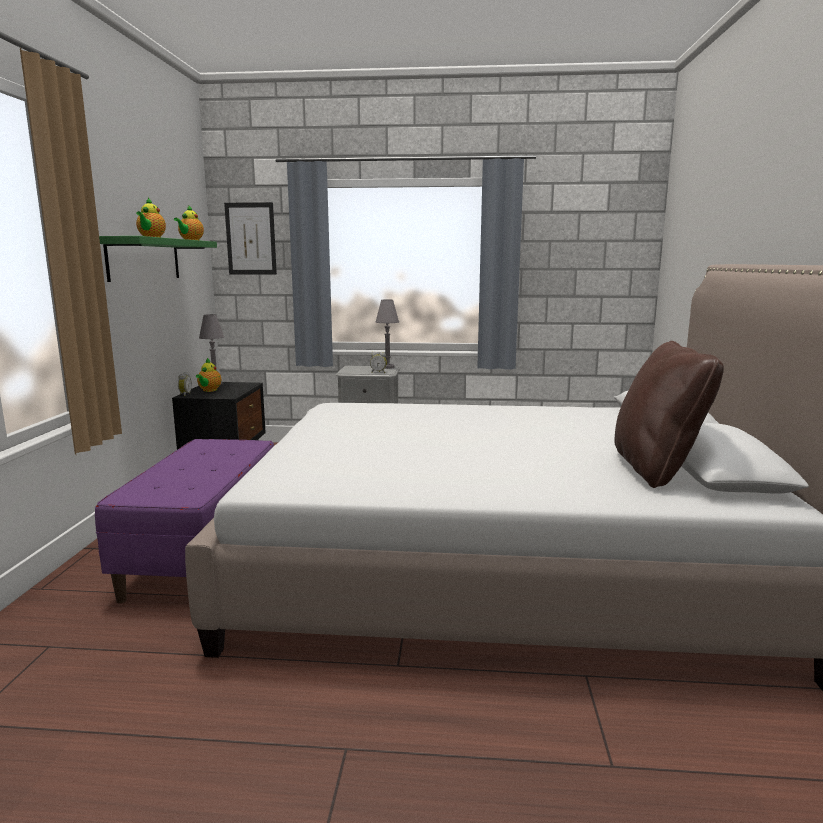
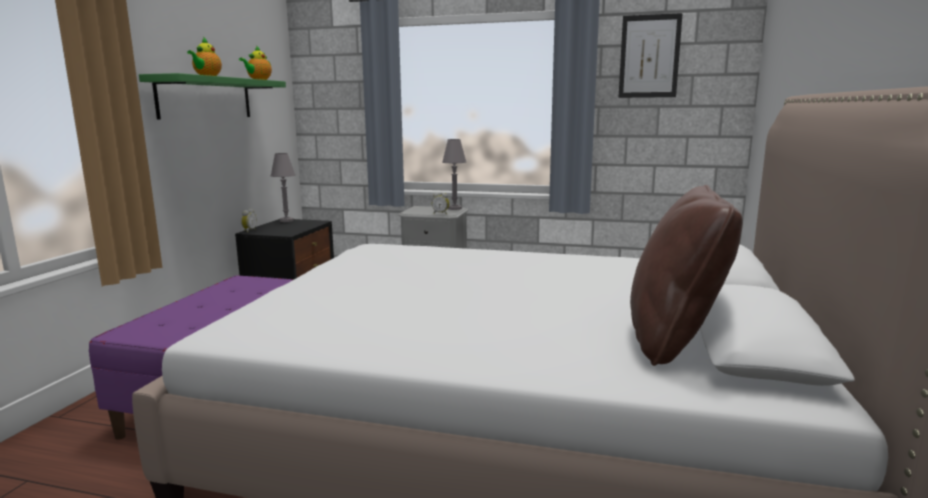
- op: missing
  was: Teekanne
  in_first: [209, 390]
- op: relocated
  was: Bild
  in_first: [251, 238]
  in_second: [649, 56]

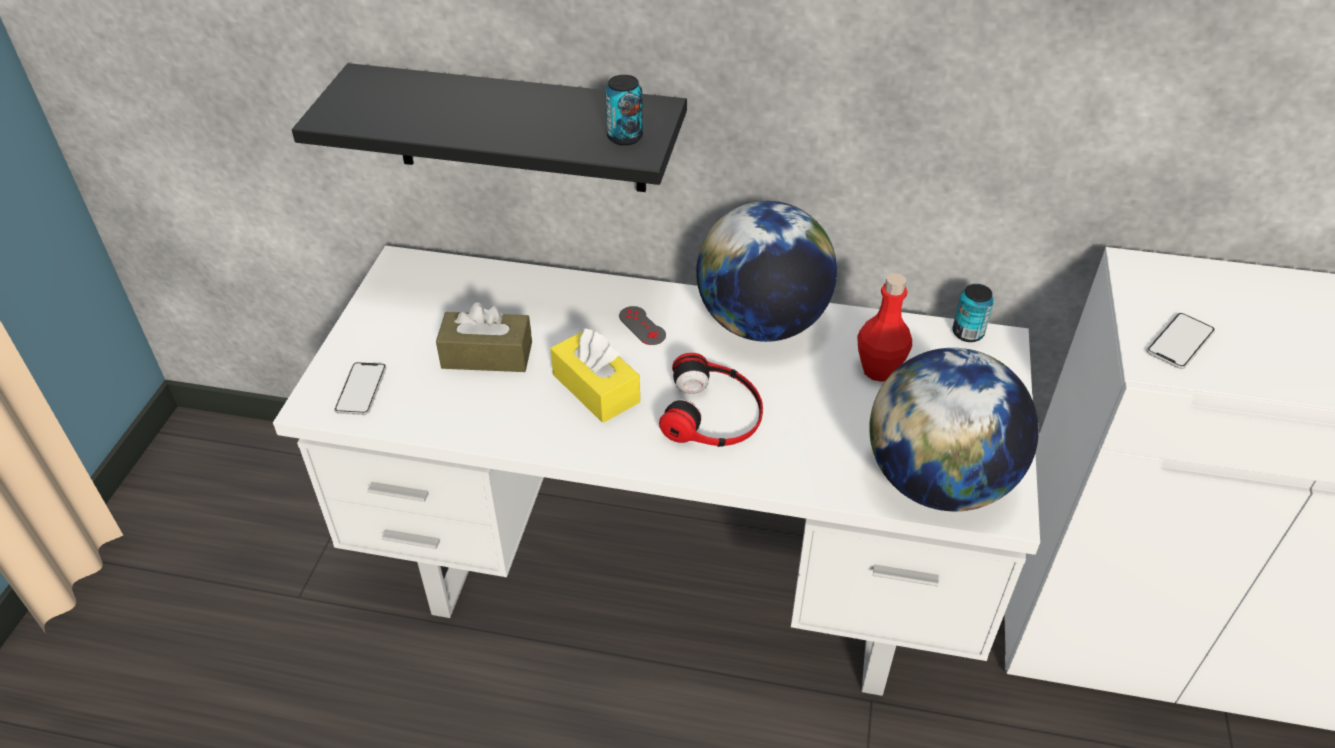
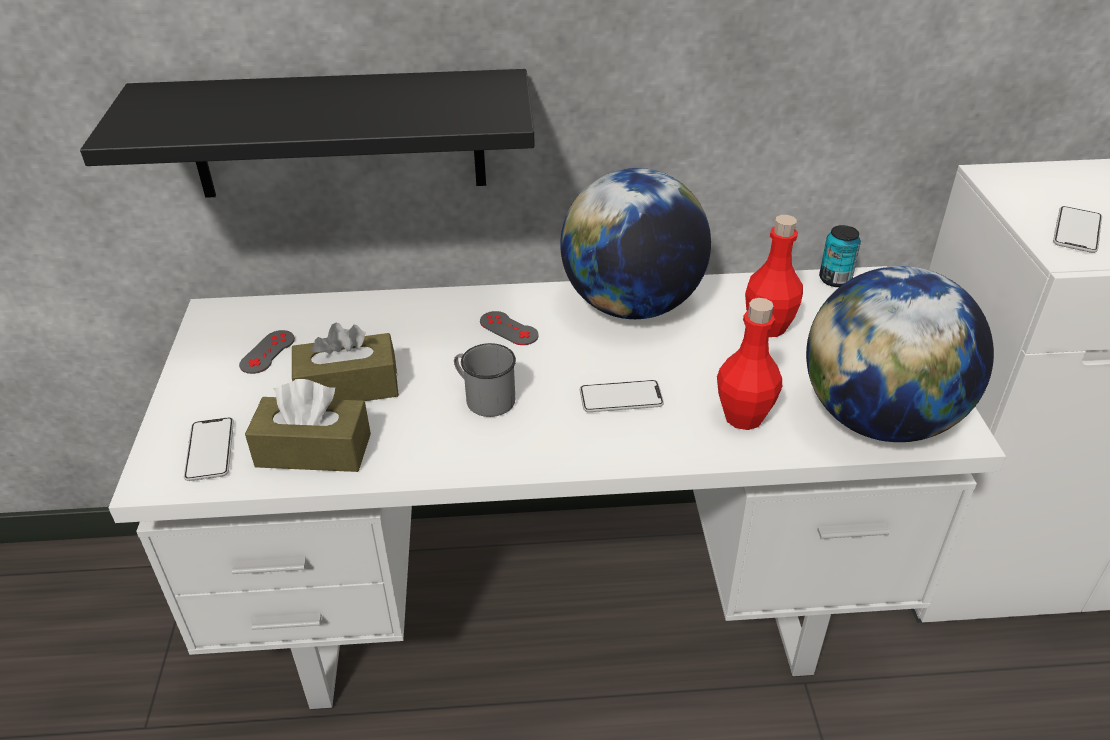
- op: exchanged
  was: Taschentuchbox (gelb)
  now: Henkelbecher (grau)
  in_first: [596, 388]
  in_second: [484, 398]
- op: missing
  was: Dose
  in_first: [625, 137]
- op: exchanged
  was: Kopfhörer
  now: Handy
  in_first: [713, 412]
  in_second: [621, 398]
- op: appeared
  now: Gamepad (grau)
  in_second: [267, 352]
- op: appeared
  now: Taschentuchbox (braun)
  in_second: [313, 450]
- op: appeared
  now: Flasche (rot)
  in_second: [743, 417]

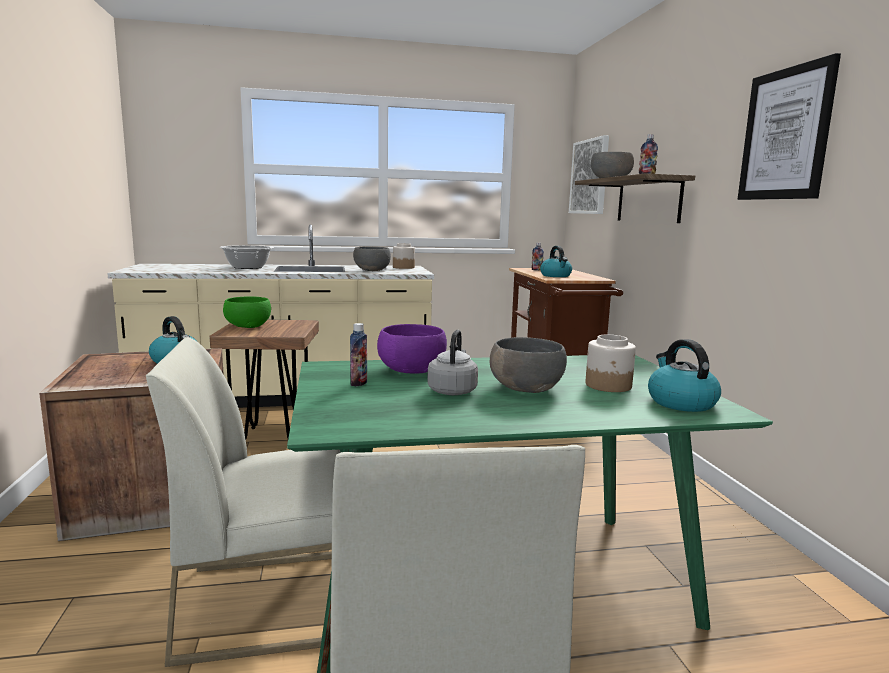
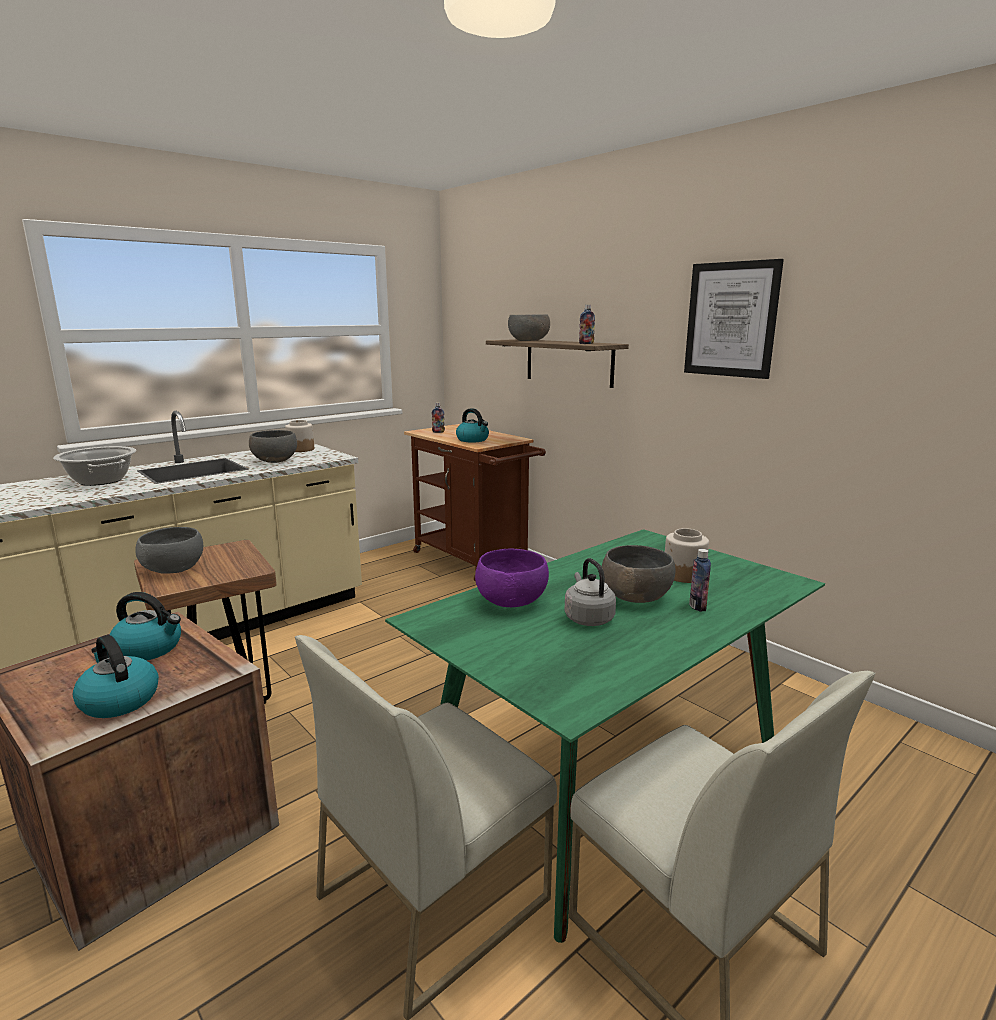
- op: colour
  was: Schüssel (grün)
  now: Schüssel (grau)
  in_first: [248, 326]
  in_second: [173, 569]
- op: relocated
  was: Flasche
  in_first: [358, 383]
  in_second: [697, 606]
- op: missing
  was: Bild
  in_first: [589, 177]
- op: relocated
  was: Wasserkessel
  in_first: [680, 402]
  in_second: [118, 700]

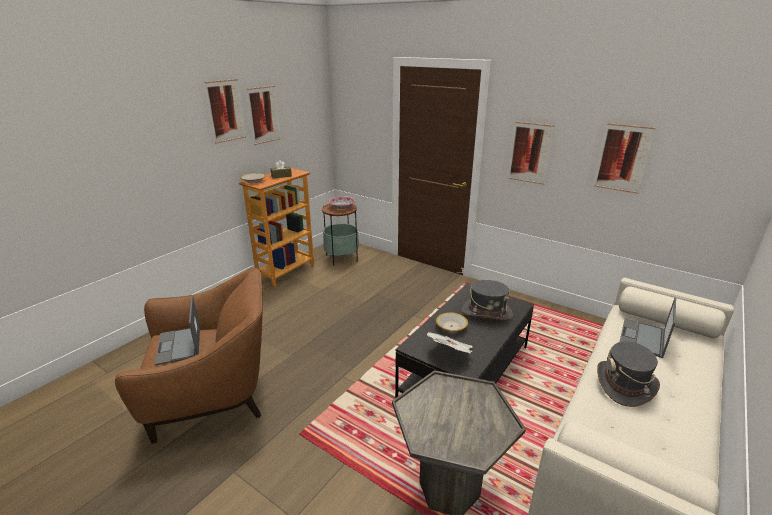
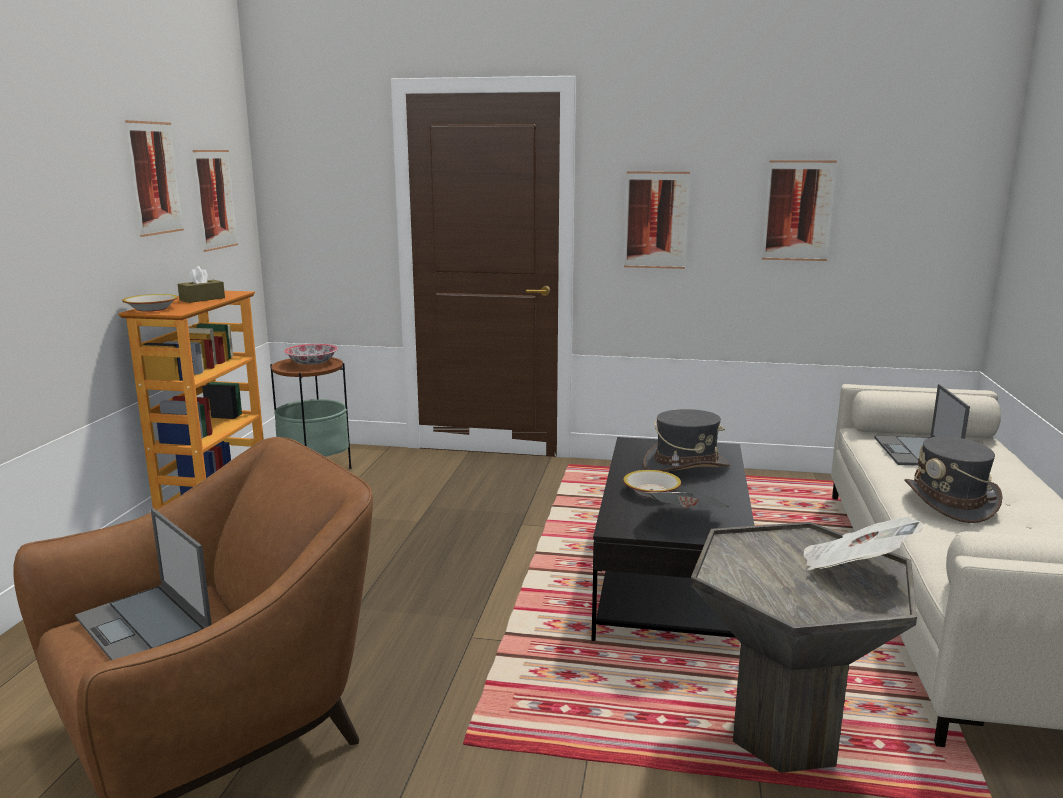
- op: relocated
  was: Bild
  in_first: [226, 111]
  in_second: [215, 199]
- op: appeared
  now: Zeitung
  in_second: [853, 569]

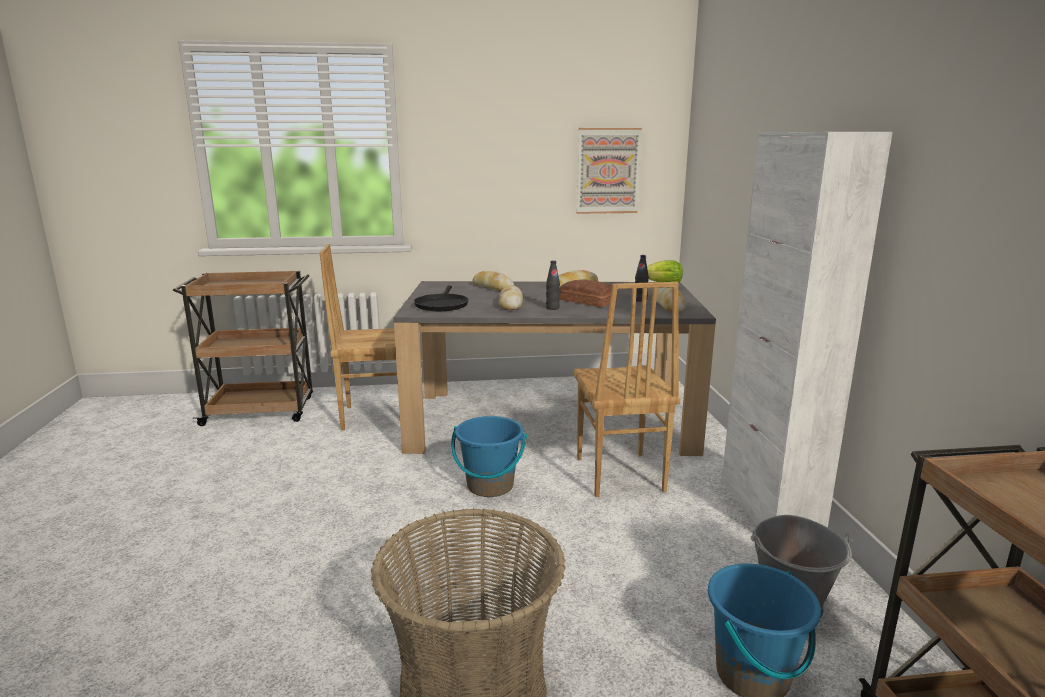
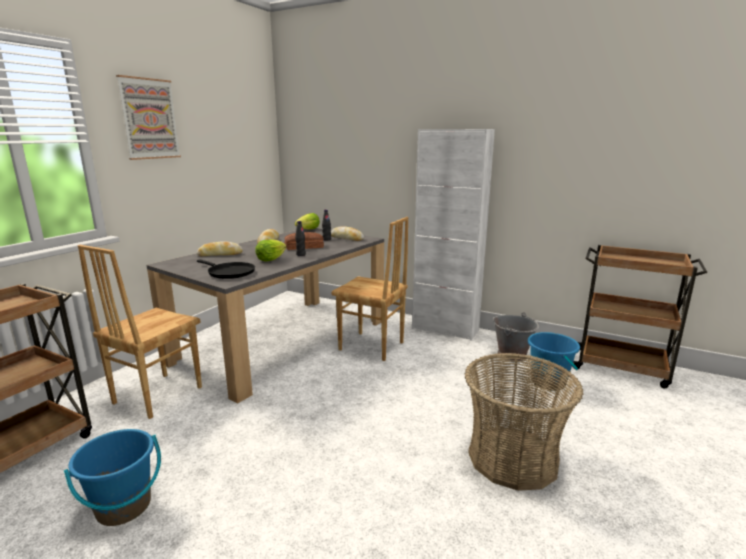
- op: relocated
  was: Eimer (blau)
  in_first: [490, 486]
  in_second: [124, 507]
- op: exchanged
  was: Brot
  now: Salatkopf
  in_first: [511, 304]
  in_second: [270, 259]
- op: relocated
  was: Bild
  in_first: [608, 171]
  in_second: [149, 119]

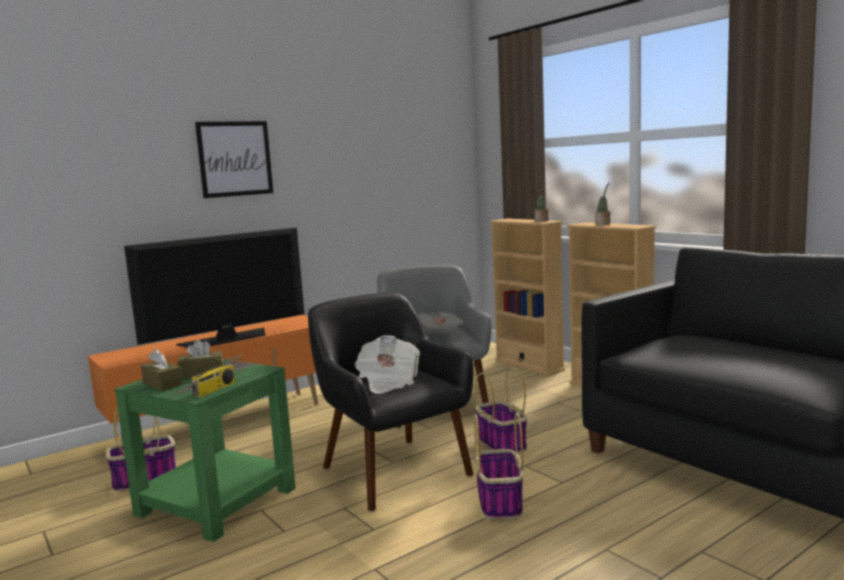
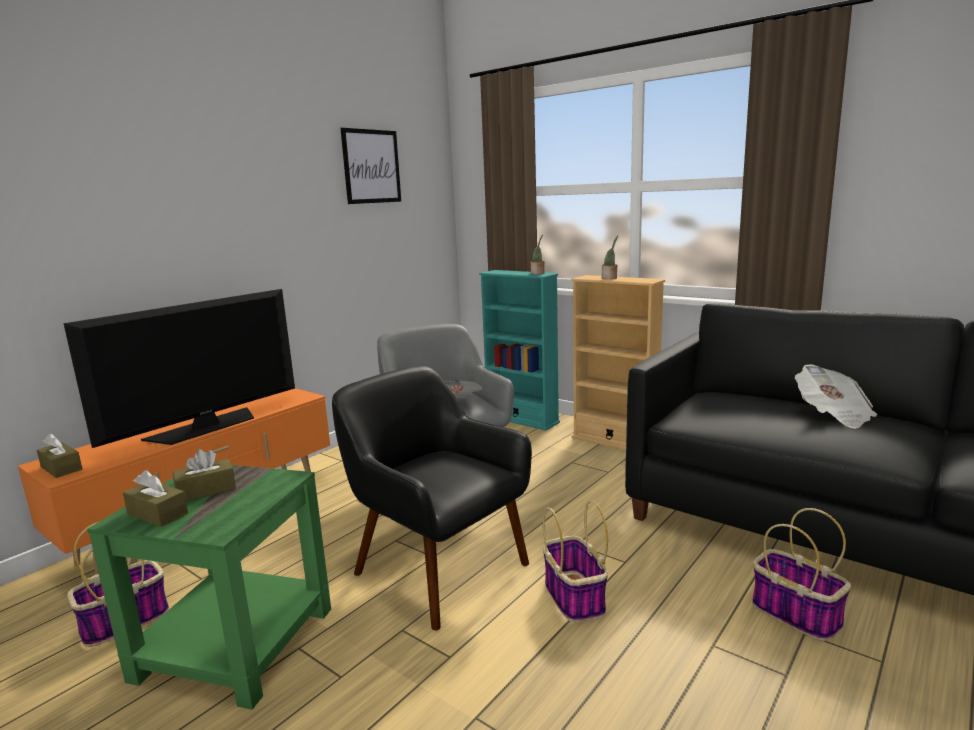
- op: missing
  was: Radio
  in_first: [214, 389]
- op: relocated
  was: Bild
  in_first: [235, 159]
  in_second: [371, 166]
- op: relocated
  was: Zeitung
  in_first: [388, 382]
  in_second: [833, 415]
- op: relocated
  was: Korb
  in_first: [501, 443]
  in_second: [793, 613]
- op: colour
  was: Bücherregal (beige)
  now: Bücherregal (türkis)
  in_first: [529, 365]
  in_second: [522, 419]
- op: appeared
  now: Taschentuchbox (braun)
  in_second: [61, 468]

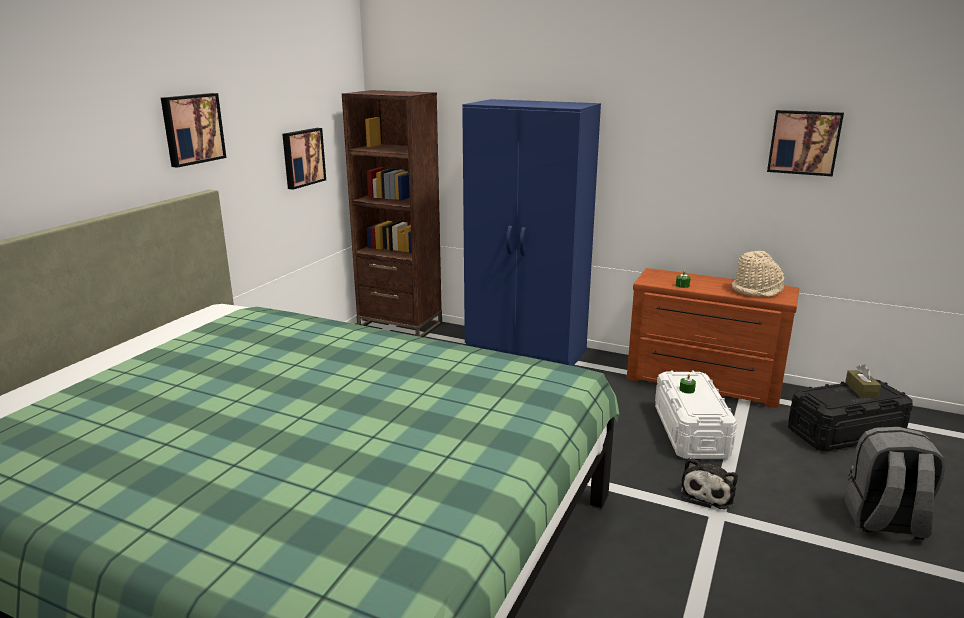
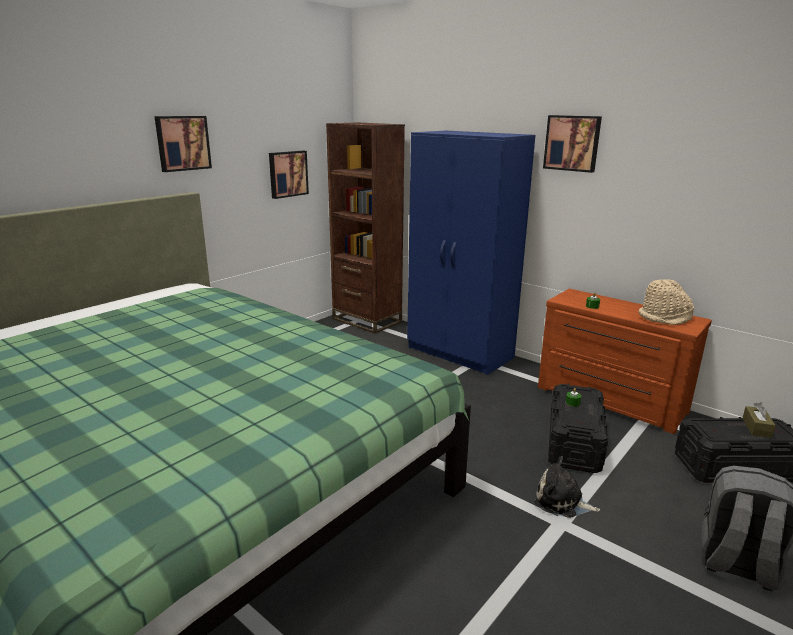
- op: colour
  was: Aufbewahrungsbox (weiß)
  now: Aufbewahrungsbox (schwarz)
  in_first: [690, 432]
  in_second: [574, 443]
- op: spun
  was: Plüschtier
  in_first: [708, 493]
  in_second: [562, 502]
  clockwise: 75
- op: relocated
  was: Bild
  in_first: [804, 142]
  in_second: [572, 143]

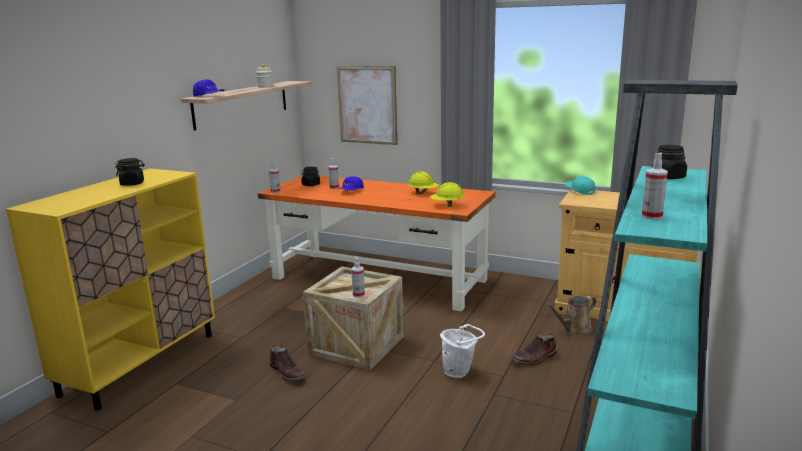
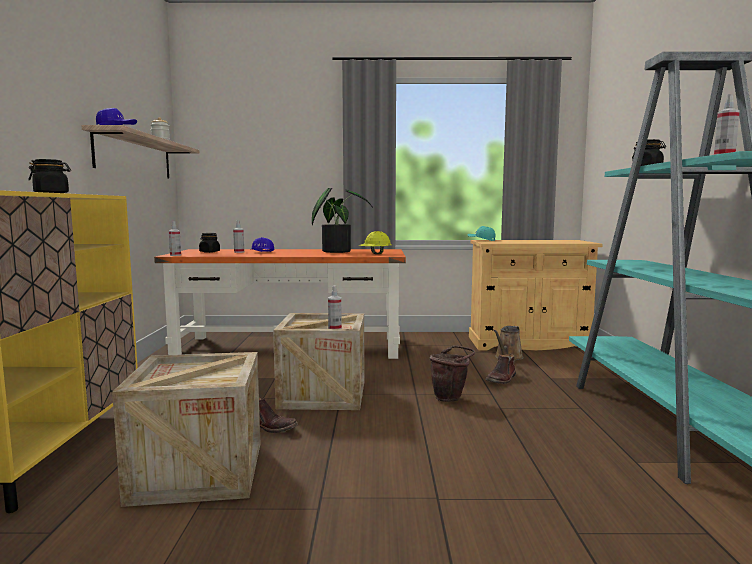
- op: missing
  was: Bild
  in_first: [367, 105]
- op: exchanged
  was: Schutzhelm (gelb)
  now: Topfpflanze
  in_first: [423, 193]
  in_second: [337, 251]
- op: colour
  was: Eimer (weiß)
  now: Eimer (braun)
  in_first: [460, 372]
  in_second: [450, 398]
- op: appeared
  now: Kiste
  in_second: [199, 471]

